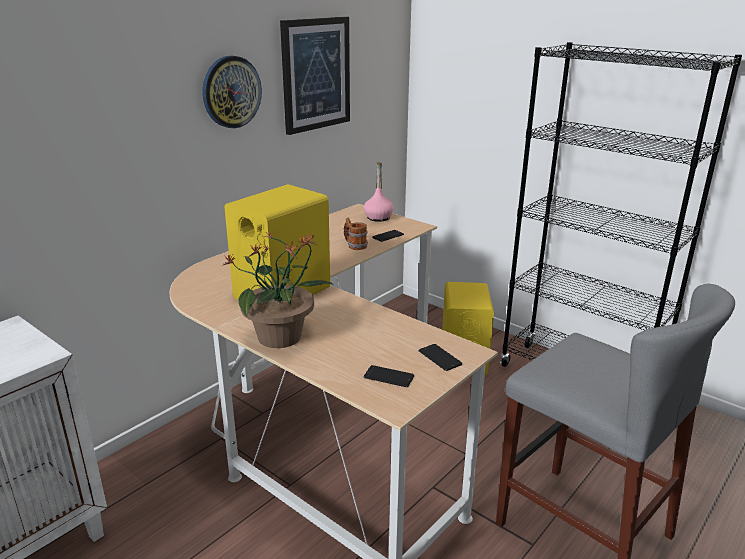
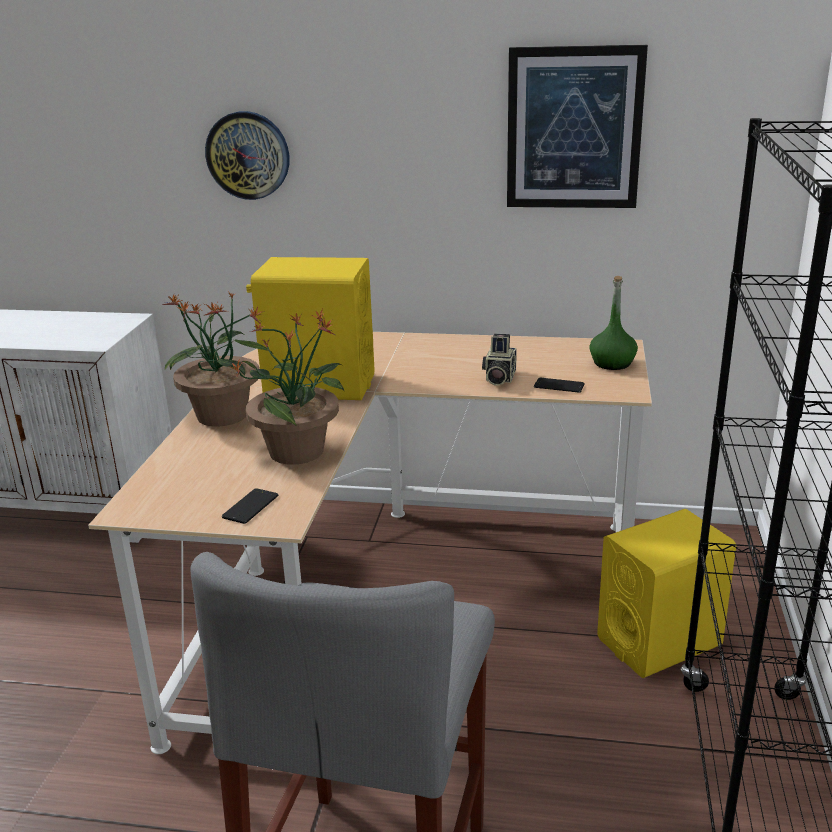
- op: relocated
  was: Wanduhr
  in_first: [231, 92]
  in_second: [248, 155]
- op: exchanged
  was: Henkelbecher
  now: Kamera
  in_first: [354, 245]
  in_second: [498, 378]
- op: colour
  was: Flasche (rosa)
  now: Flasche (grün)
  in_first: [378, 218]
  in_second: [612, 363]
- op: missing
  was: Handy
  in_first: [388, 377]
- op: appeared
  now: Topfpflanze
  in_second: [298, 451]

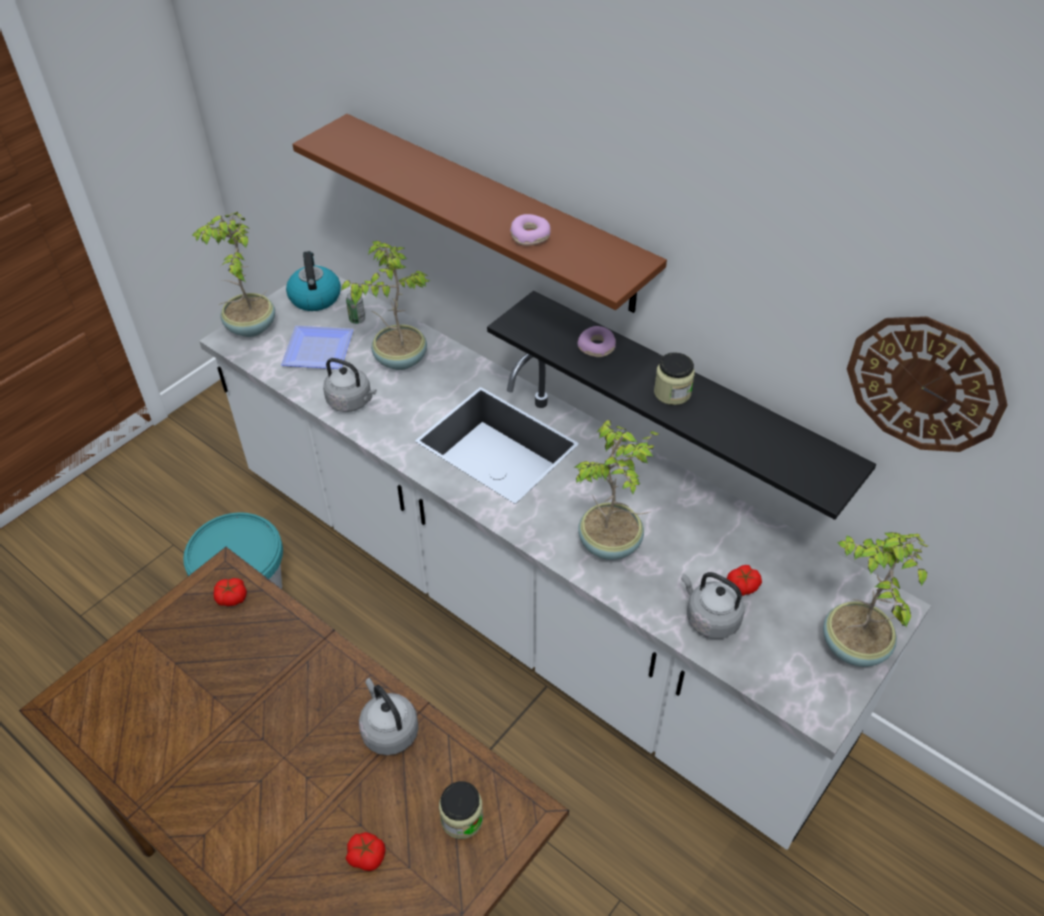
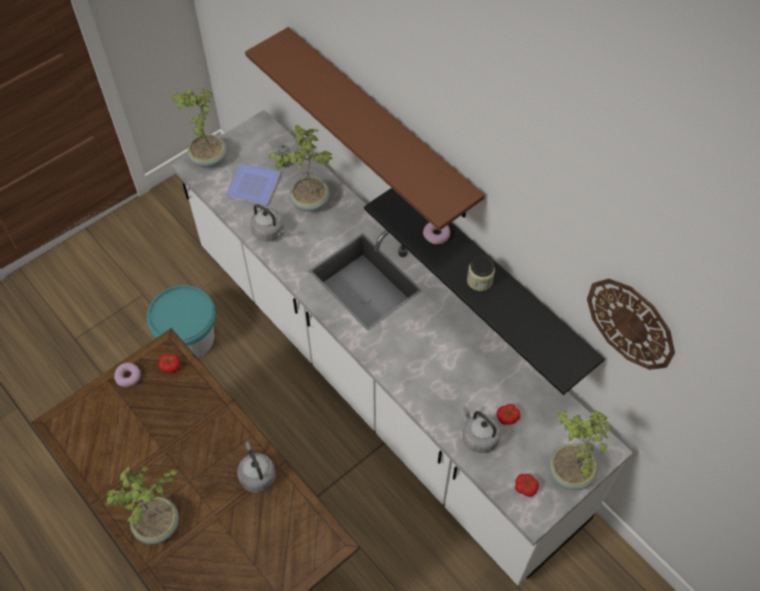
- op: missing
  was: Wasserkessel
  in_first: [315, 297]
- op: relocated
  was: Tomate
  in_first: [366, 855]
  in_second: [525, 487]
- op: missing
  was: Vorratsglas
  in_first: [462, 818]
- op: relocated
  was: Donut
  in_first: [530, 236]
  in_second: [128, 376]
- op: relocated
  was: Topfpflanze
  in_first: [611, 544]
  in_second: [158, 526]

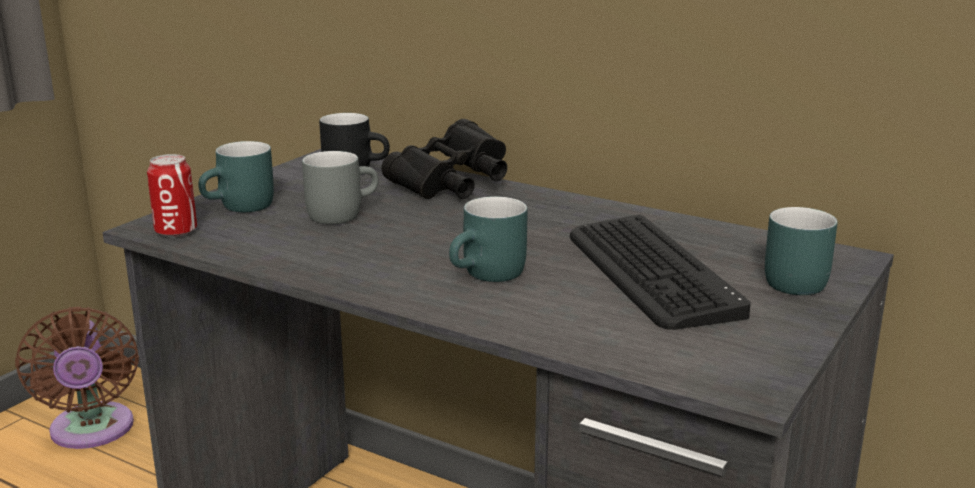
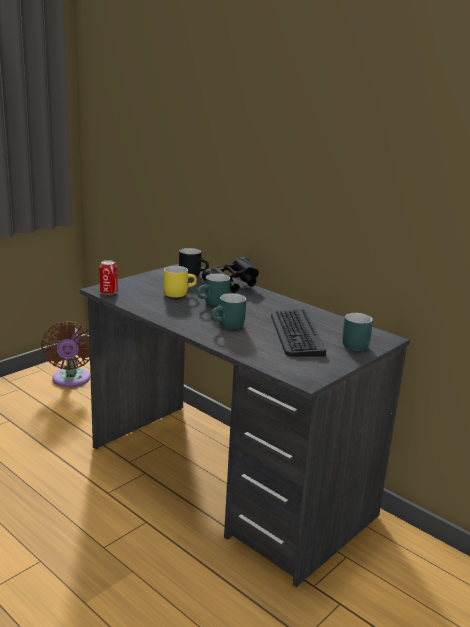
- op: relocated
  was: Henkelbecher (türkis)
  in_first: [242, 208]
  in_second: [214, 303]
- op: colour
  was: Henkelbecher (grau)
  now: Henkelbecher (gelb)
  in_first: [340, 213]
  in_second: [178, 293]

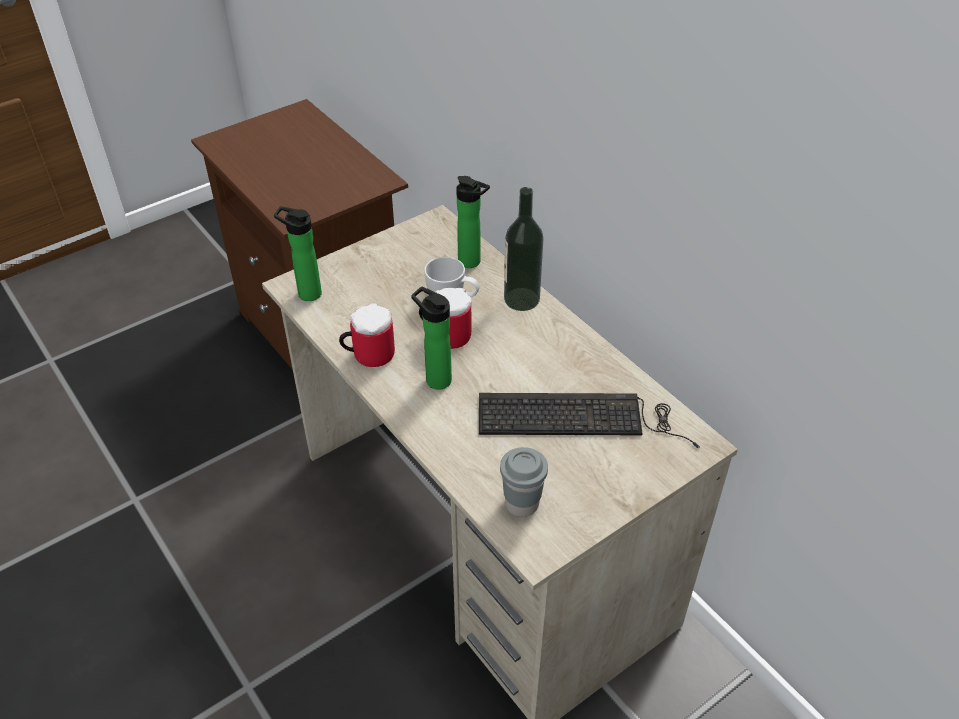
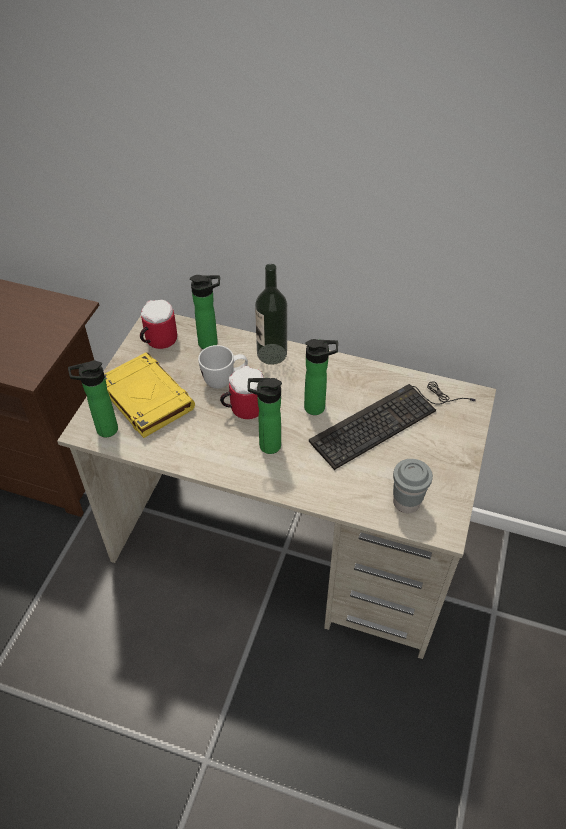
- op: relocated
  was: Henkelbecher
  in_first: [368, 354]
  in_second: [157, 340]
- op: appeared
  now: Buch (gelb)
  in_second: [145, 398]
- op: appeared
  now: Flasche
  in_second: [318, 407]

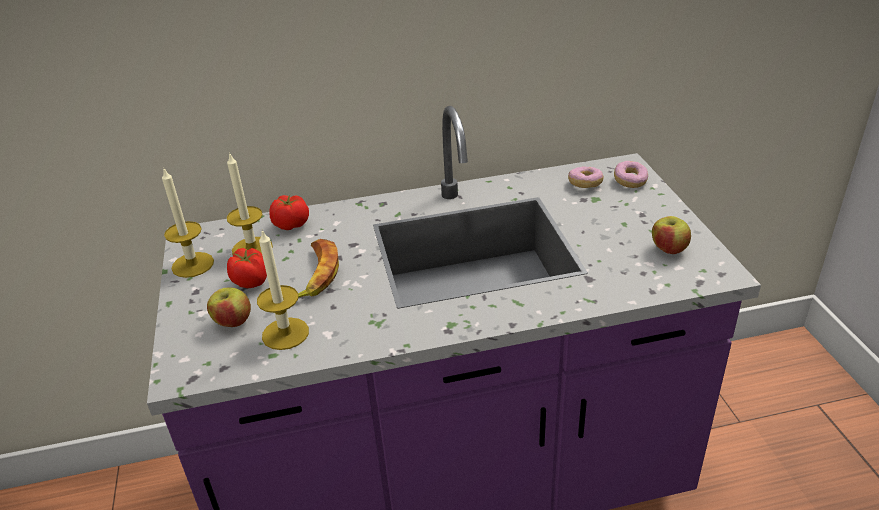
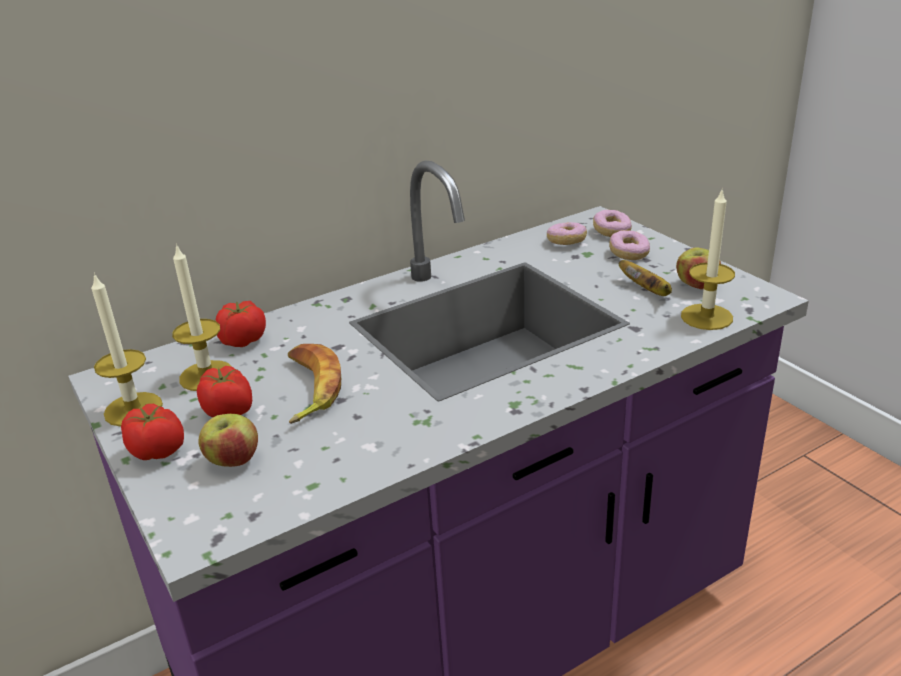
- op: relocated
  was: Kerze
  in_first: [285, 333]
  in_second: [706, 317]
- op: appeared
  now: Tomate
  in_second: [158, 451]
- op: appeared
  now: Donut
  in_second: [629, 254]
- op: appeared
  now: Banane
  in_second: [647, 290]

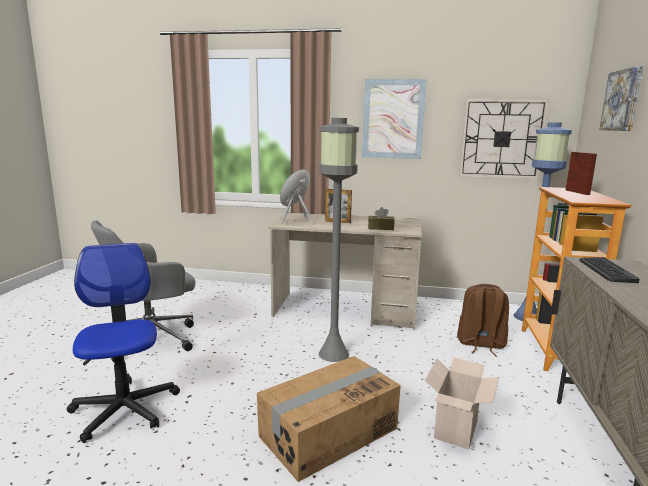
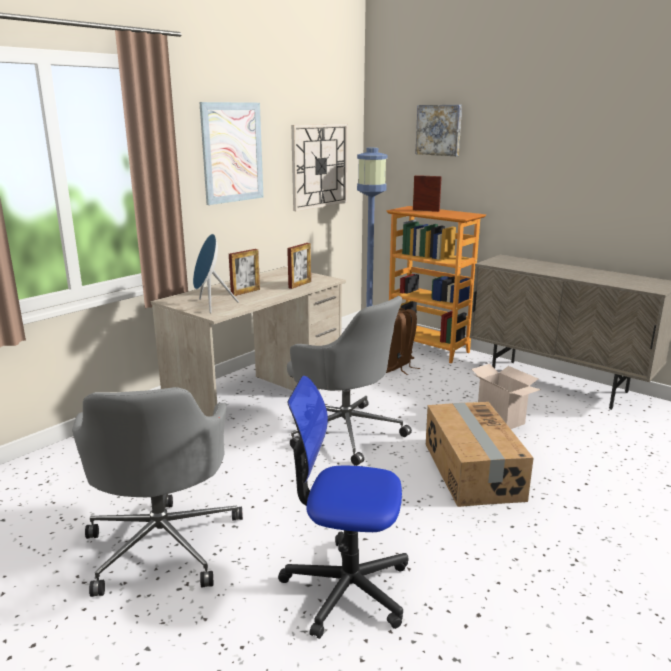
- op: exchanged
  was: Stehlampe (grau)
  now: Bürostuhl (grau)
  in_first: [333, 354]
  in_second: [345, 432]
- op: exchanged
  was: Taschentuchbox (braun)
  now: Bilderrahmen
  in_first: [380, 228]
  in_second: [300, 284]
- op: missing
  was: Tastatur
  in_first: [606, 270]

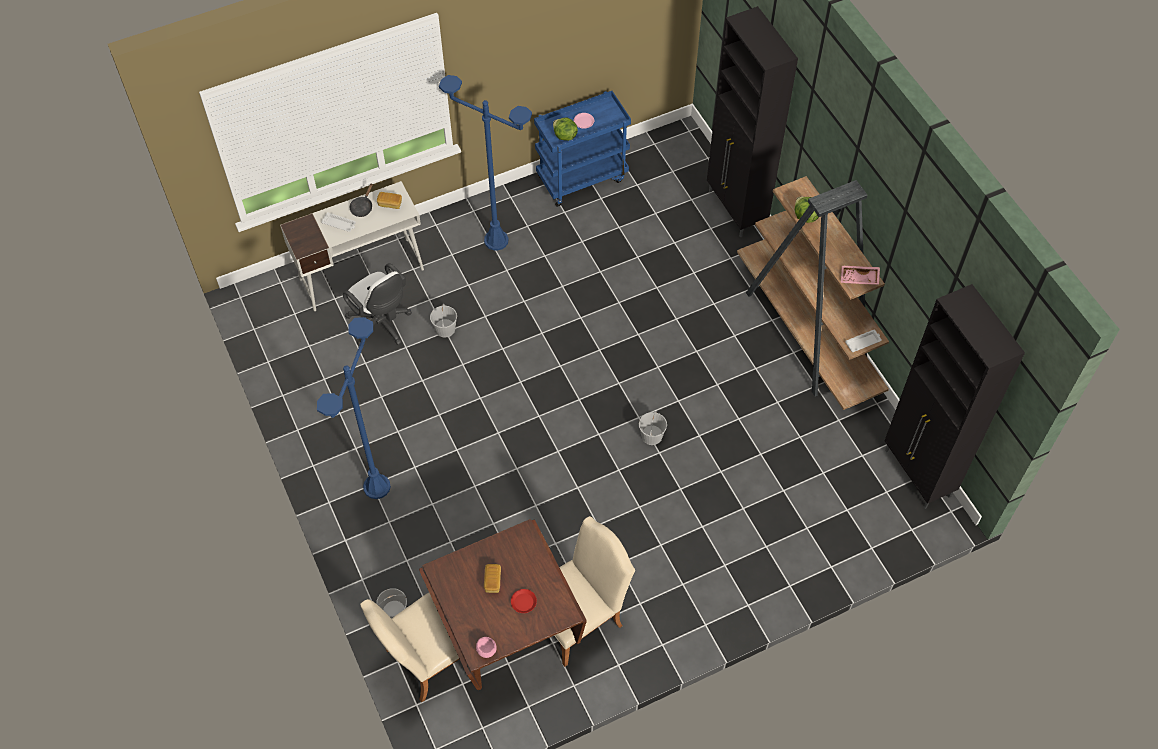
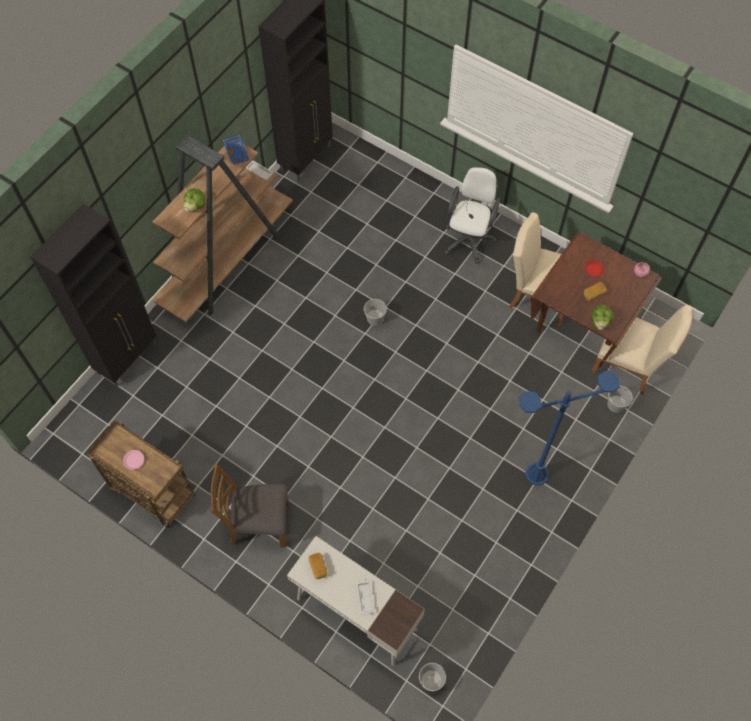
- op: relocated
  was: Bürostuhl (weiß)
  in_first: [381, 325]
  in_second: [469, 238]
- op: missing
  was: Pfanne (schwarz)
  in_first: [362, 207]
- op: relocated
  was: Eimer (weiß)
  in_first: [445, 328]
  in_second: [431, 681]
- op: exchanged
  was: Stehlampe (blau)
  now: Stuhl (braun)
  in_first: [496, 240]
  in_second: [258, 523]
- op: colour
  was: Rollwagen (blau)
  now: Rollwagen (braun)
  in_first: [582, 177]
  in_second: [151, 491]
- op: relocated
  was: Salatkopf
  in_first: [564, 136]
  in_second: [600, 322]
- op: colour
  was: Tablett (rosa)
  now: Tablett (blau)
  in_first: [859, 279]
  in_second: [237, 152]

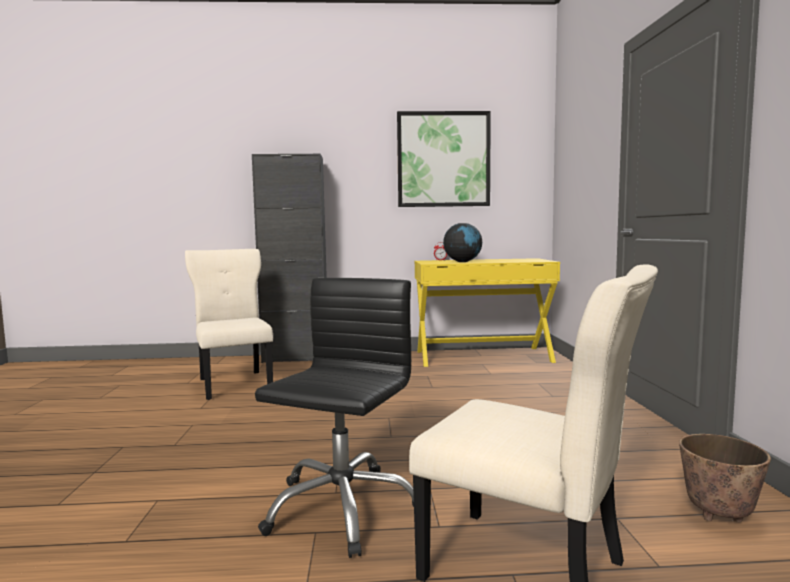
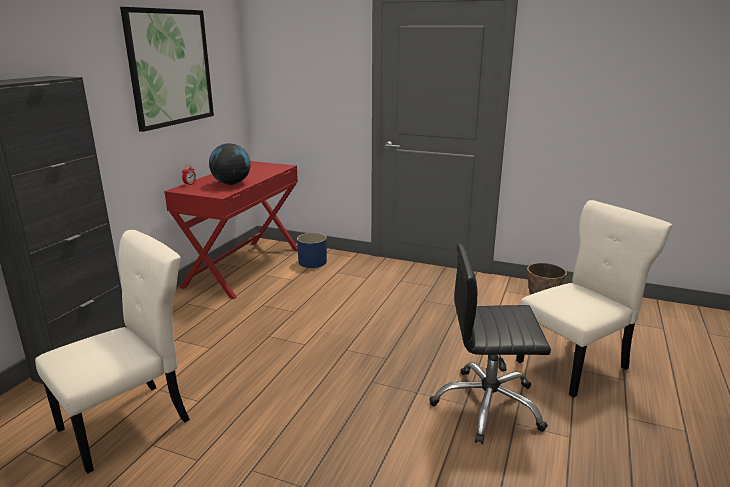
- op: spun
  was: Stuhl (beige)
  in_first: [235, 383]
  in_second: [130, 423]
  clockwise: 135
- op: spun
  was: Bürostuhl (schwarz)
  in_first: [341, 508]
  in_second: [488, 406]
  clockwise: -45
- op: colour
  was: Schreibtisch (gelb)
  now: Schreibtisch (rot)
  in_first: [482, 356]
  in_second: [243, 267]
- op: appeared
  now: Pflanzkübel (blau)
  in_second: [312, 262]

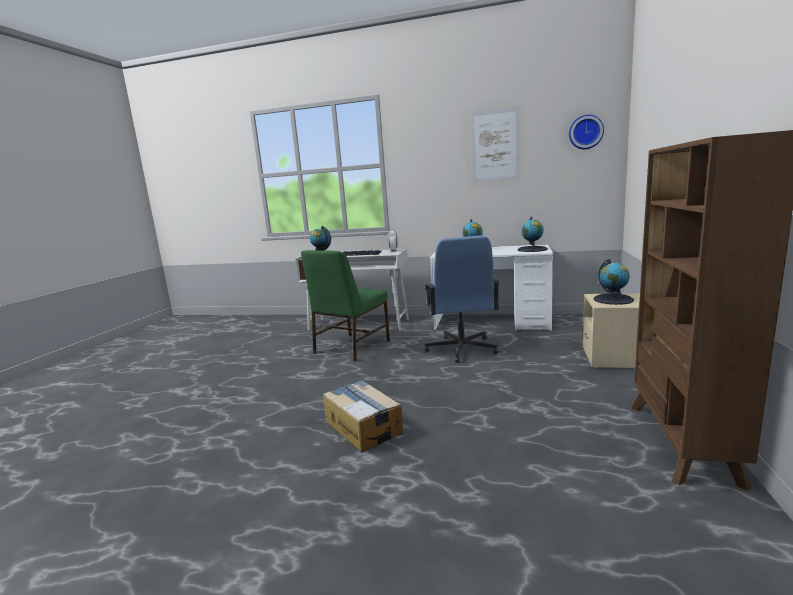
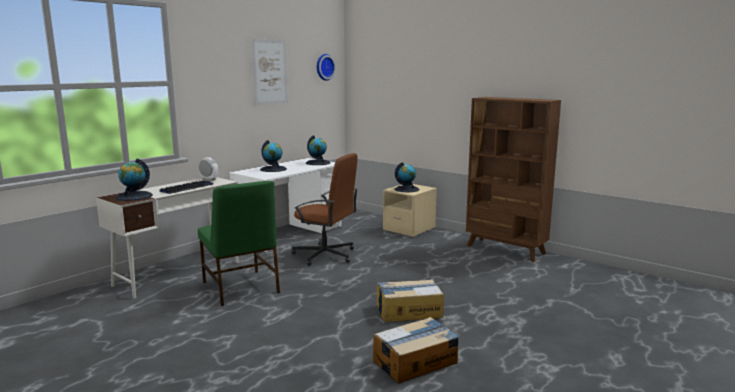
- op: colour
  was: Bürostuhl (blau)
  now: Bürostuhl (braun)
  in_first: [461, 349]
  in_second: [325, 255]
- op: appeared
  now: Karton
  in_second: [416, 361]

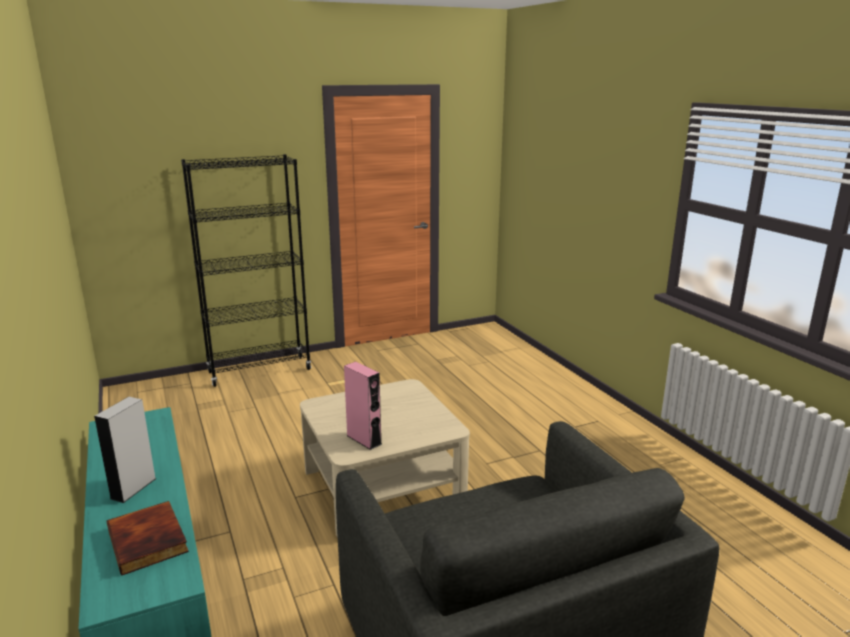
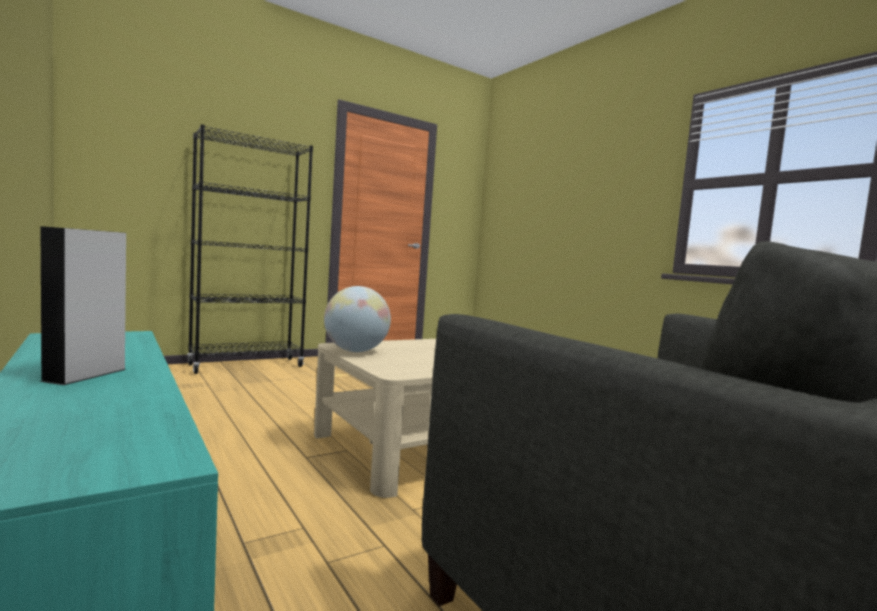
- op: missing
  was: Buch
  in_first: [149, 540]
- op: missing
  was: Lautsprecher (rosa)
  in_first: [364, 439]
- op: appeared
  now: Globus
  in_second: [355, 351]

